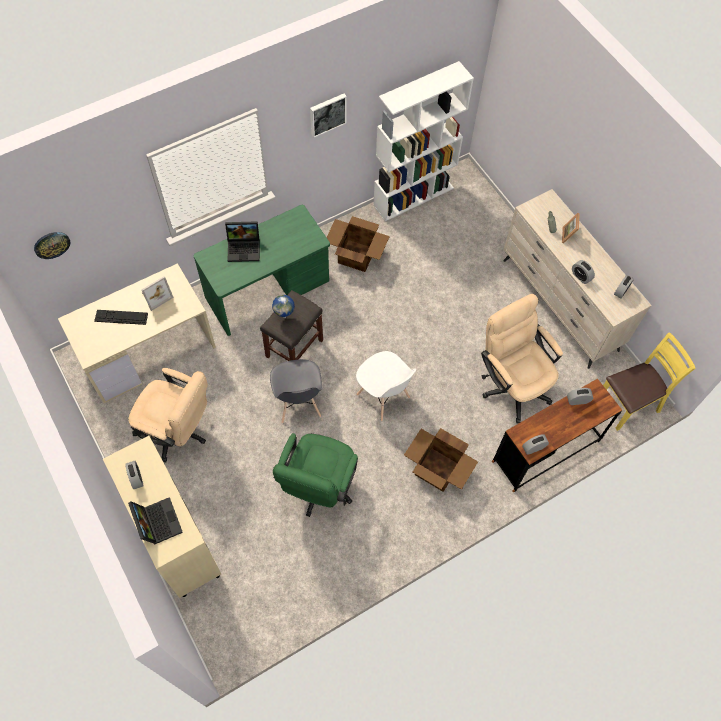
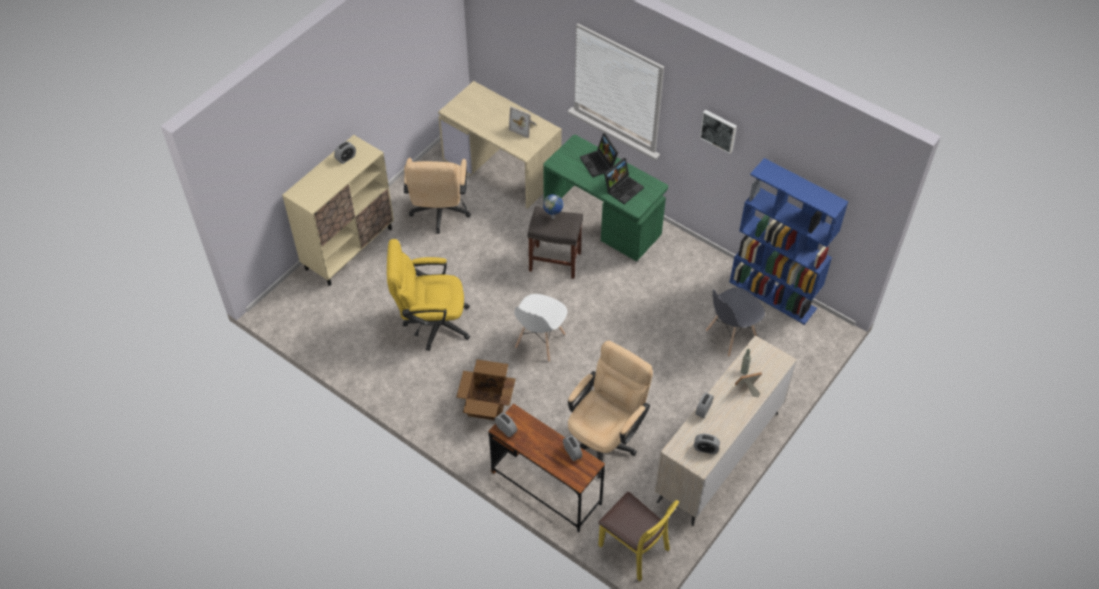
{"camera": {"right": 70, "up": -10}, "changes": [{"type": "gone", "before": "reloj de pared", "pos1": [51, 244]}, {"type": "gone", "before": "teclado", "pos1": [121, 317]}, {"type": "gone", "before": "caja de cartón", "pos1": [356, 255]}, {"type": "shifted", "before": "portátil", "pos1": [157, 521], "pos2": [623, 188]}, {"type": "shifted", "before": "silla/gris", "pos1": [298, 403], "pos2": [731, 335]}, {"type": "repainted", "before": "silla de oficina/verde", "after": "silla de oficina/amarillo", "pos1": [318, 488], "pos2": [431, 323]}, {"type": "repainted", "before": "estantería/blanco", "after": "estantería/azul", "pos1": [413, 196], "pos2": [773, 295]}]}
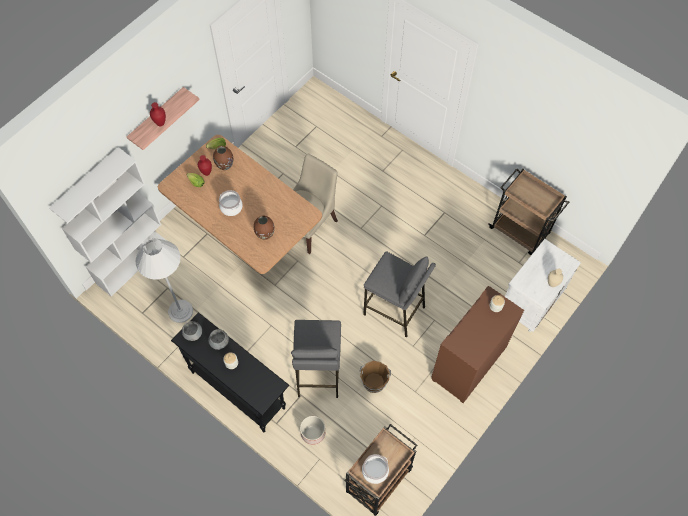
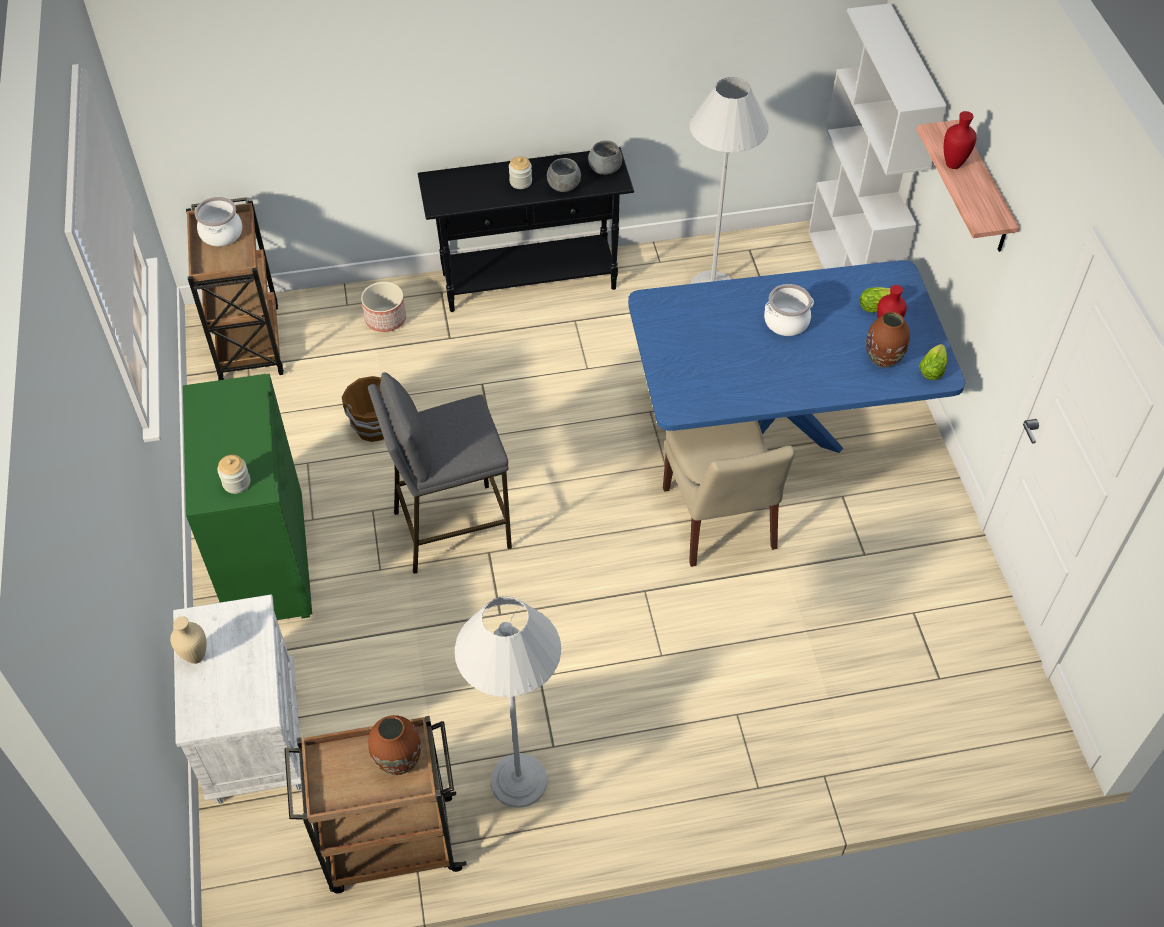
{"camera": {"right": 130, "up": -10}, "changes": [{"type": "gone", "before": "taburete/gris", "pos1": [318, 373]}, {"type": "new", "after": "lámpara de pie/blanco", "pos2": [518, 781]}, {"type": "shifted", "before": "florero/marrón", "pos1": [265, 234], "pos2": [397, 760]}, {"type": "repainted", "before": "mesa de comedor/marrón", "after": "mesa de comedor/azul", "pos1": [246, 235], "pos2": [776, 430]}, {"type": "repainted", "before": "armario/marrón", "after": "armario/verde", "pos1": [469, 364], "pos2": [265, 559]}]}
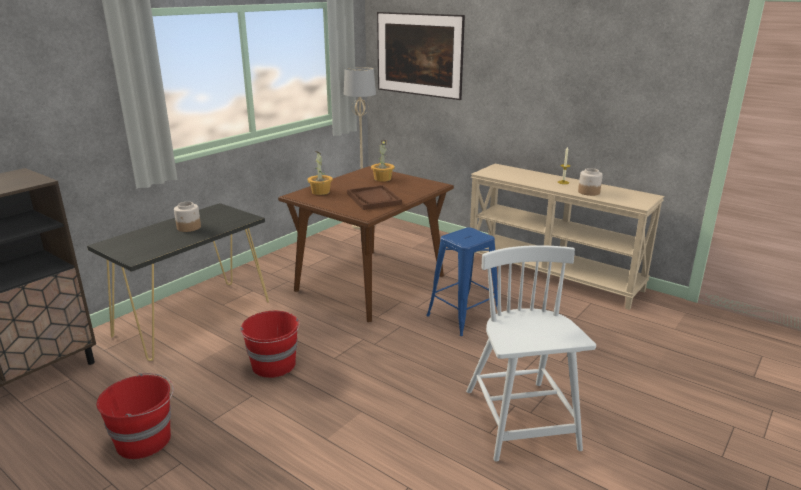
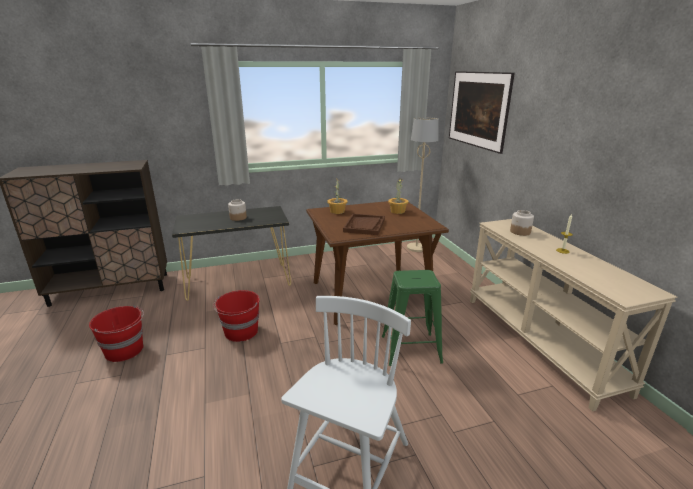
{"camera": {"right": 35, "up": 0}, "changes": [{"type": "shifted", "before": "tarro", "pos1": [588, 192], "pos2": [520, 232]}, {"type": "repainted", "before": "taburete/azul", "after": "taburete/verde", "pos1": [463, 316], "pos2": [411, 349]}]}
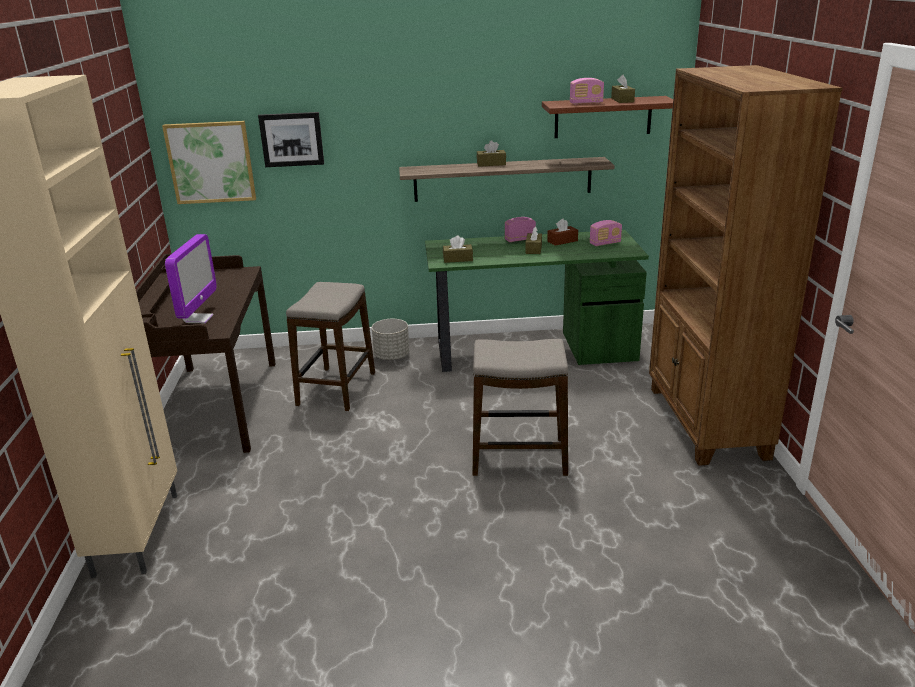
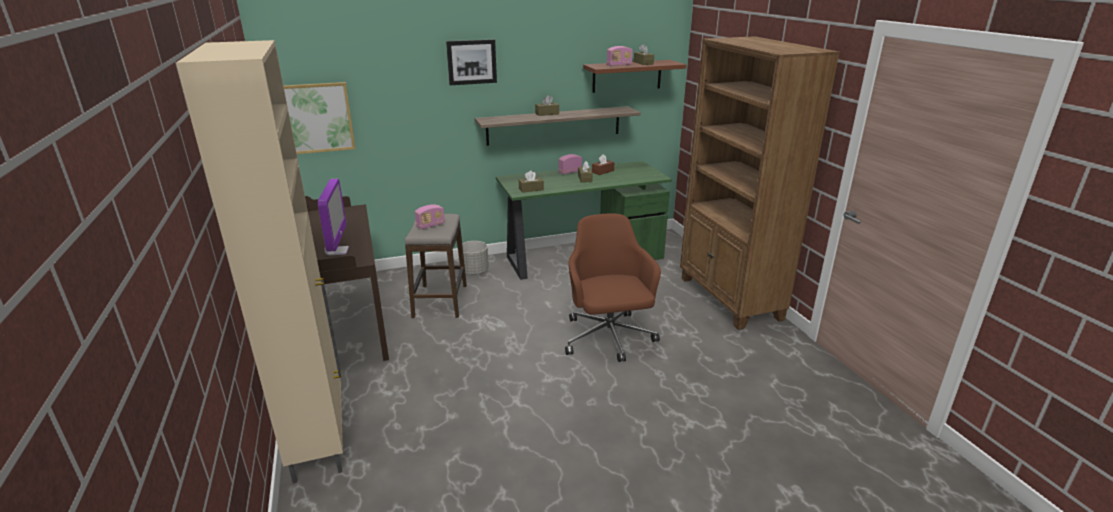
{"camera": {"right": -15, "up": 0}, "changes": [{"type": "shifted", "before": "cuadro", "pos1": [292, 139], "pos2": [471, 62]}, {"type": "shifted", "before": "radio", "pos1": [605, 243], "pos2": [430, 225]}, {"type": "swapped", "before": "taburete", "after": "silla de oficina/marrón", "pos1": [518, 457], "pos2": [608, 338]}]}
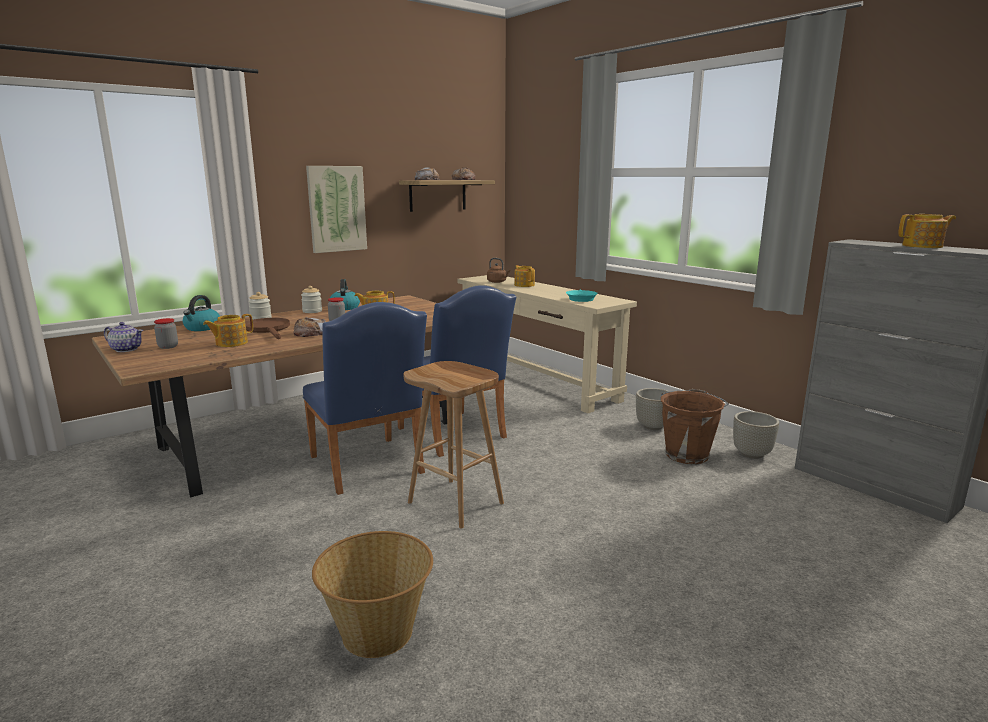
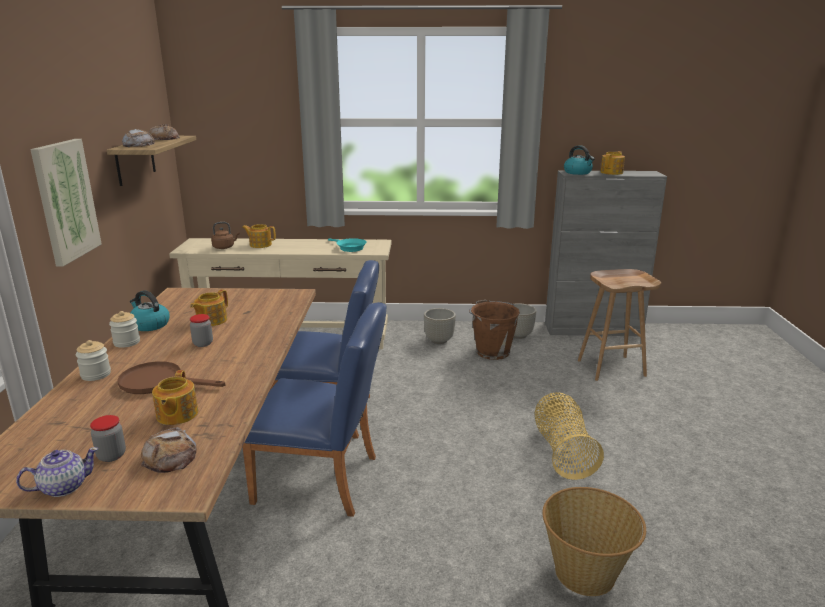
{"camera": {"right": -50, "up": 5}, "changes": [{"type": "new", "after": "cesta", "pos2": [563, 452]}, {"type": "shifted", "before": "hervidor", "pos1": [202, 328], "pos2": [578, 172]}, {"type": "shifted", "before": "pan", "pos1": [310, 333], "pos2": [170, 457]}, {"type": "shifted", "before": "taburete/marrón", "pos1": [457, 503], "pos2": [611, 367]}]}
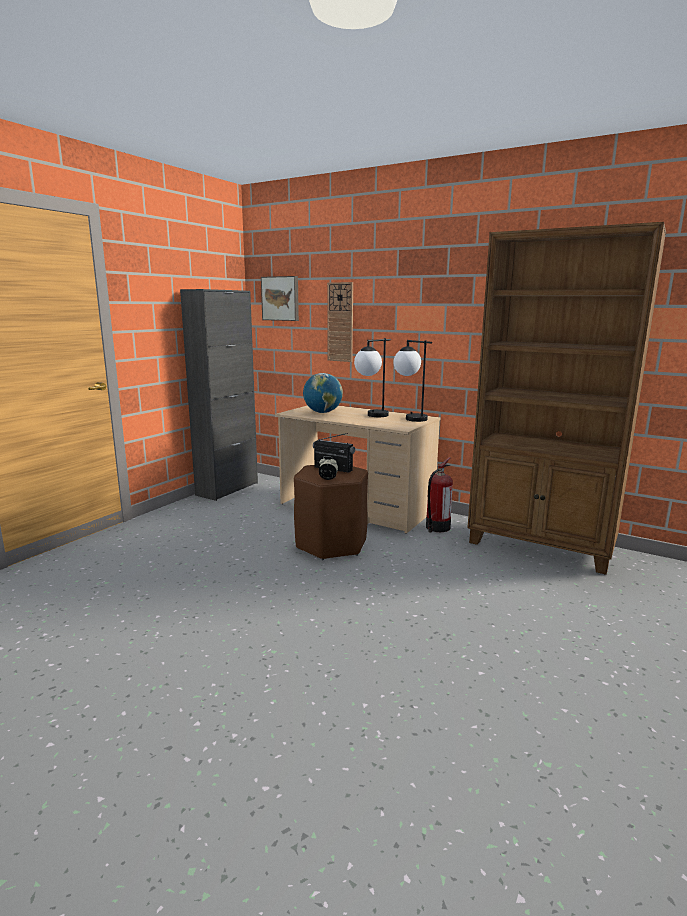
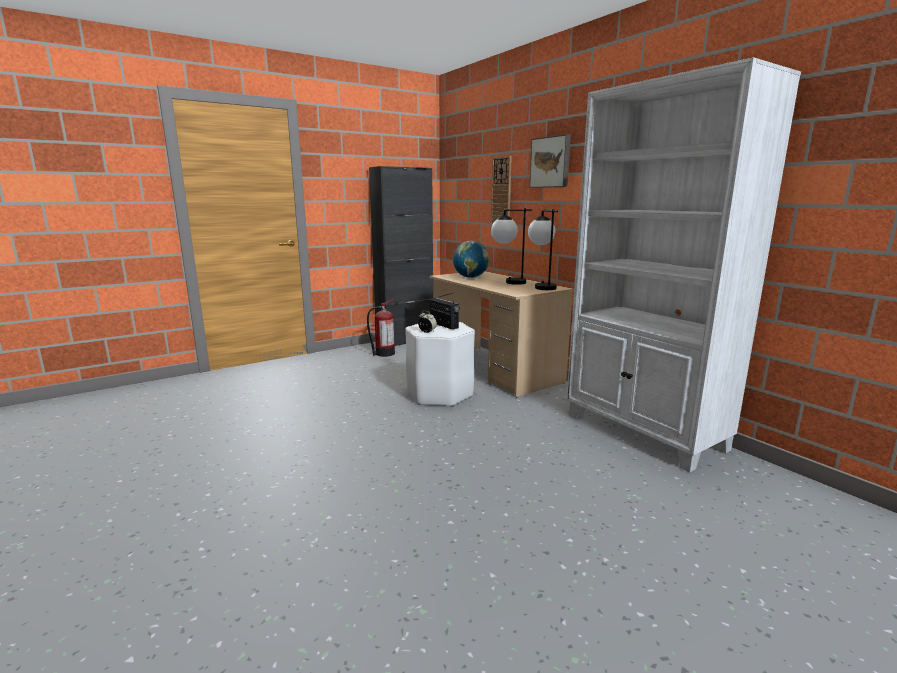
{"camera": {"right": 25, "up": 0}, "changes": [{"type": "shifted", "before": "cuadro", "pos1": [281, 298], "pos2": [551, 162]}, {"type": "shifted", "before": "extintor", "pos1": [437, 528], "pos2": [383, 353]}, {"type": "repainted", "before": "taburete/marrón", "after": "taburete/blanco", "pos1": [331, 544], "pos2": [439, 394]}, {"type": "repainted", "before": "estantería/marrón", "after": "estantería/blanco", "pos1": [541, 546], "pos2": [644, 432]}]}
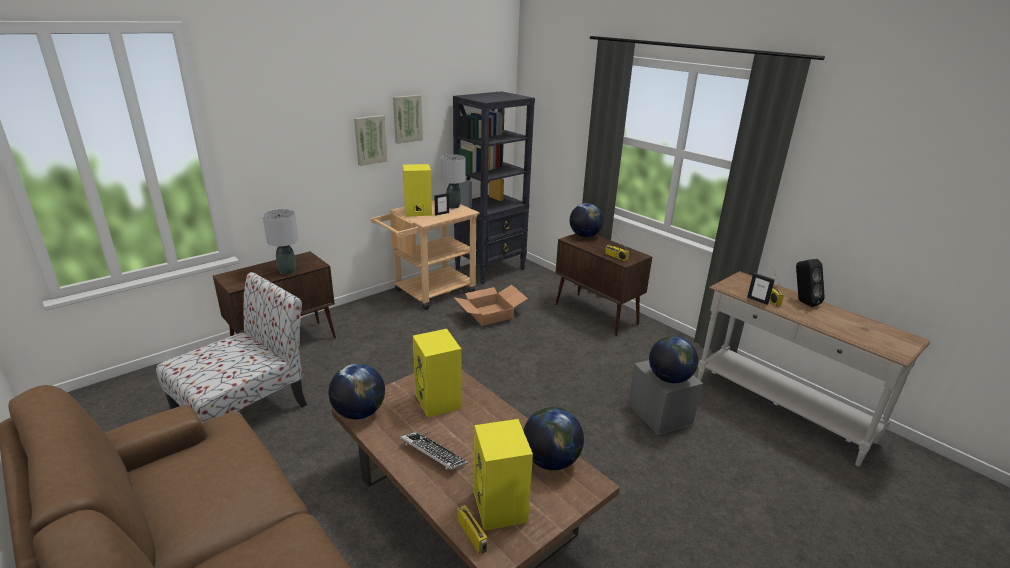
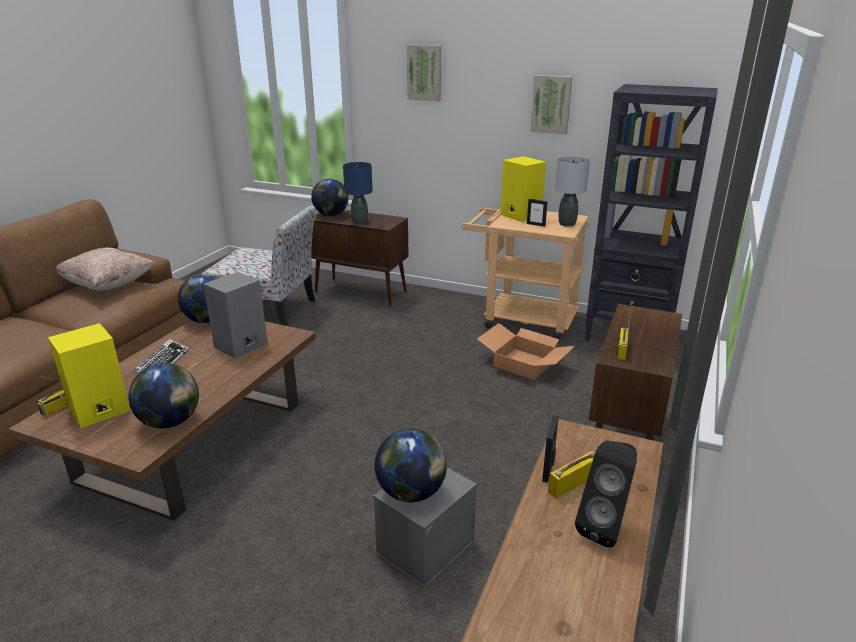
{"camera": {"right": 65, "up": 0}, "changes": [{"type": "new", "after": "cojín/beis", "pos2": [108, 285]}, {"type": "shifted", "before": "cuadro", "pos1": [370, 140], "pos2": [424, 72]}, {"type": "shifted", "before": "globo terráqueo", "pos1": [584, 236], "pos2": [331, 215]}, {"type": "repainted", "before": "lámpara de mesa/gris", "after": "lámpara de mesa/azul", "pos1": [287, 271], "pos2": [359, 222]}, {"type": "repainted", "before": "altavoz/amarillo", "after": "altavoz/gris", "pos1": [439, 401], "pos2": [240, 346]}]}
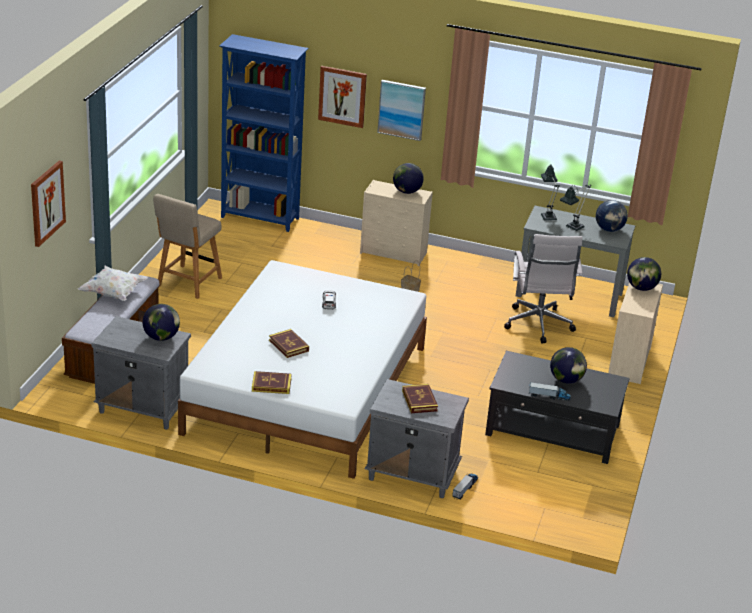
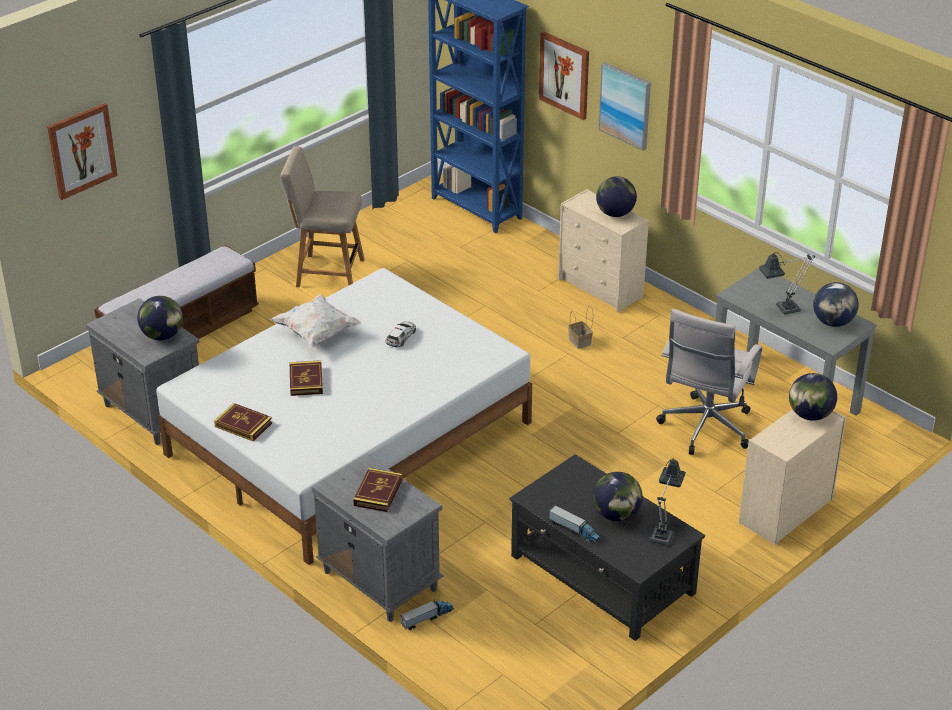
{"camera": {"right": 30, "up": 5}, "changes": [{"type": "shifted", "before": "cojín/blanco", "pos1": [113, 293], "pos2": [317, 333]}, {"type": "shifted", "before": "lámpara de mesa", "pos1": [547, 215], "pos2": [663, 533]}, {"type": "rotated", "before": "silla/beis", "pos1": [187, 283], "pos2": [326, 272], "turn": 45}]}
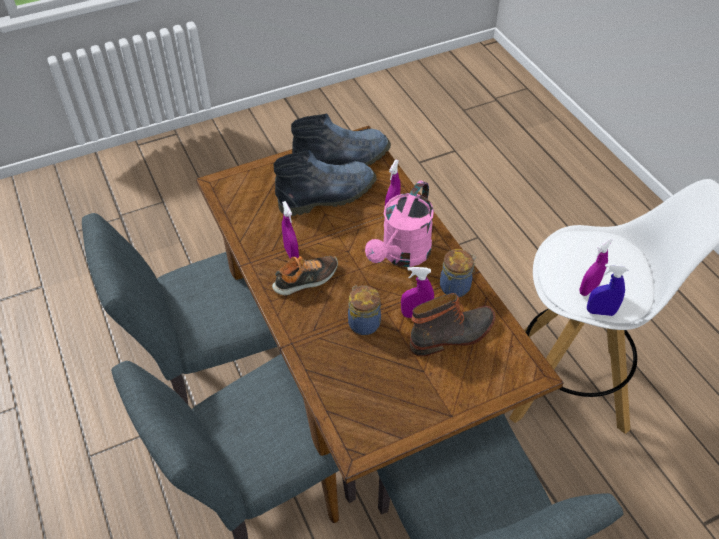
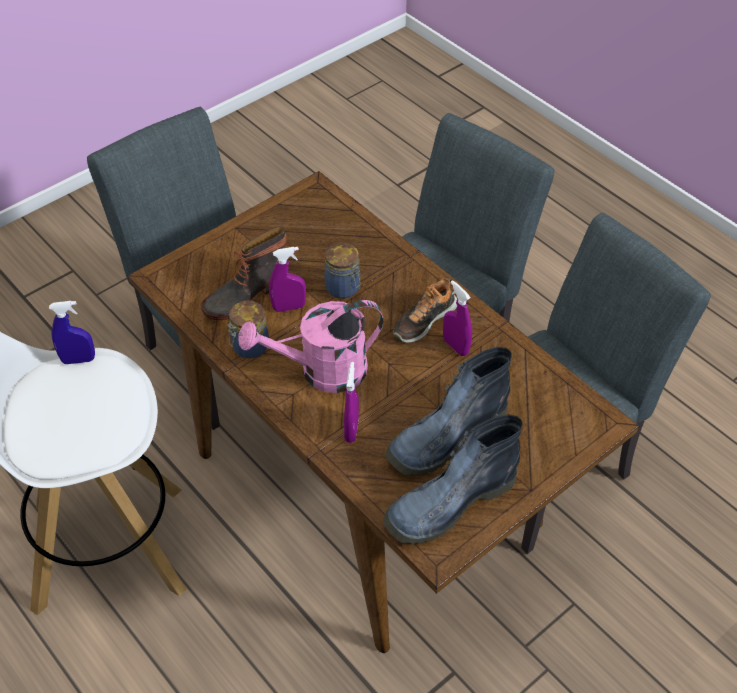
{"camera": {"right": 165, "up": 0}, "changes": [{"type": "gone", "before": "pulverizador/morado", "pos1": [589, 289]}, {"type": "rotated", "before": "regadera/rosa", "pos1": [402, 255], "pos2": [321, 372], "turn": -120}]}
